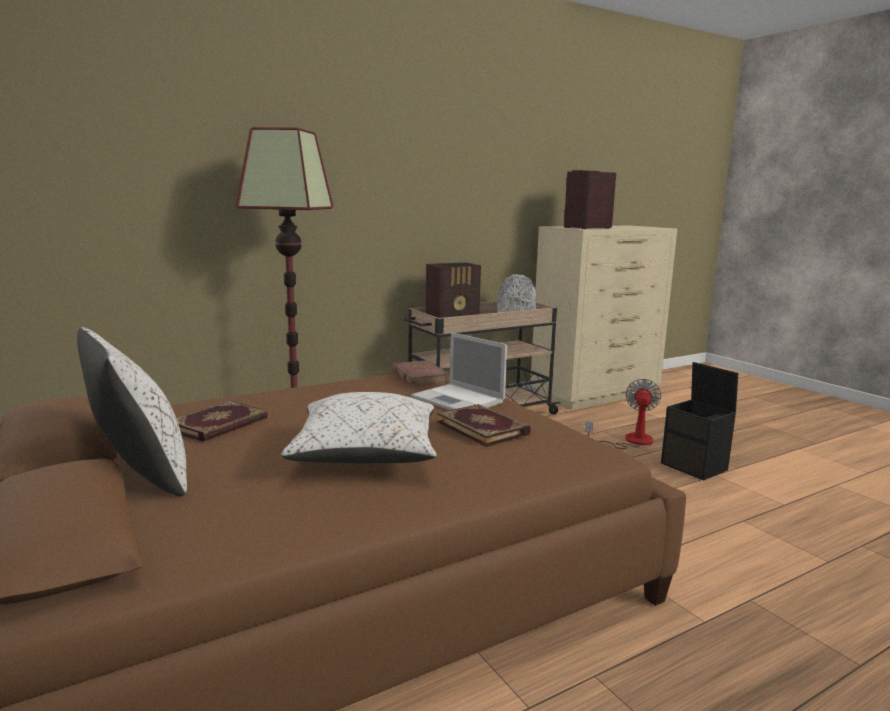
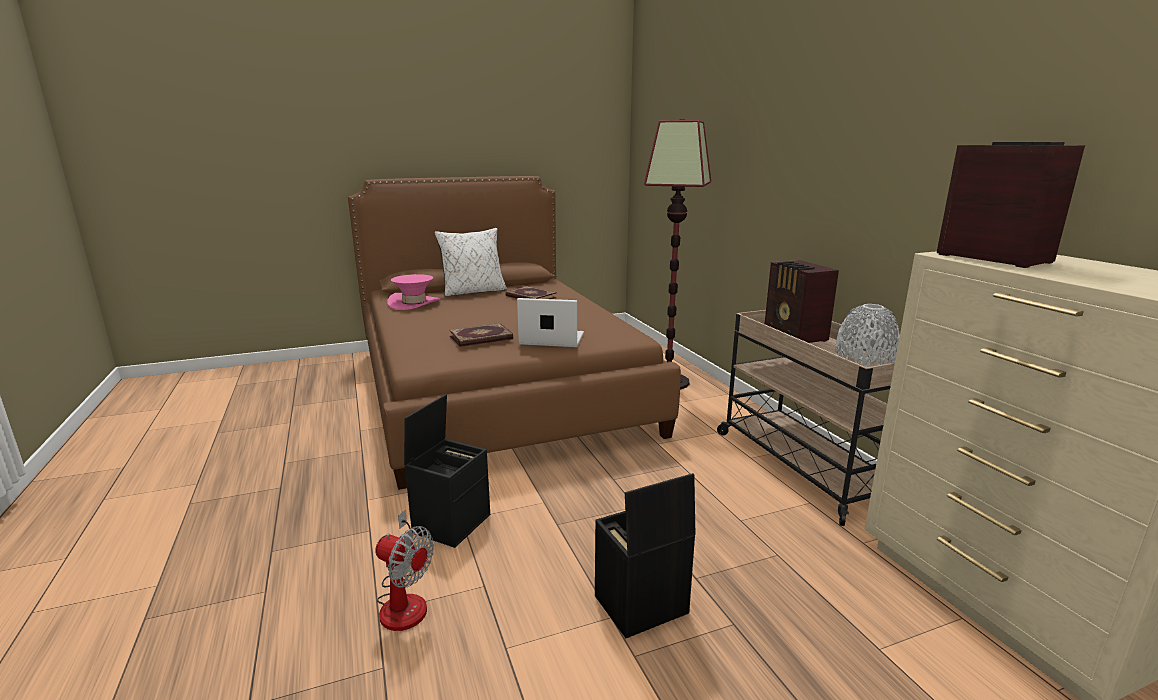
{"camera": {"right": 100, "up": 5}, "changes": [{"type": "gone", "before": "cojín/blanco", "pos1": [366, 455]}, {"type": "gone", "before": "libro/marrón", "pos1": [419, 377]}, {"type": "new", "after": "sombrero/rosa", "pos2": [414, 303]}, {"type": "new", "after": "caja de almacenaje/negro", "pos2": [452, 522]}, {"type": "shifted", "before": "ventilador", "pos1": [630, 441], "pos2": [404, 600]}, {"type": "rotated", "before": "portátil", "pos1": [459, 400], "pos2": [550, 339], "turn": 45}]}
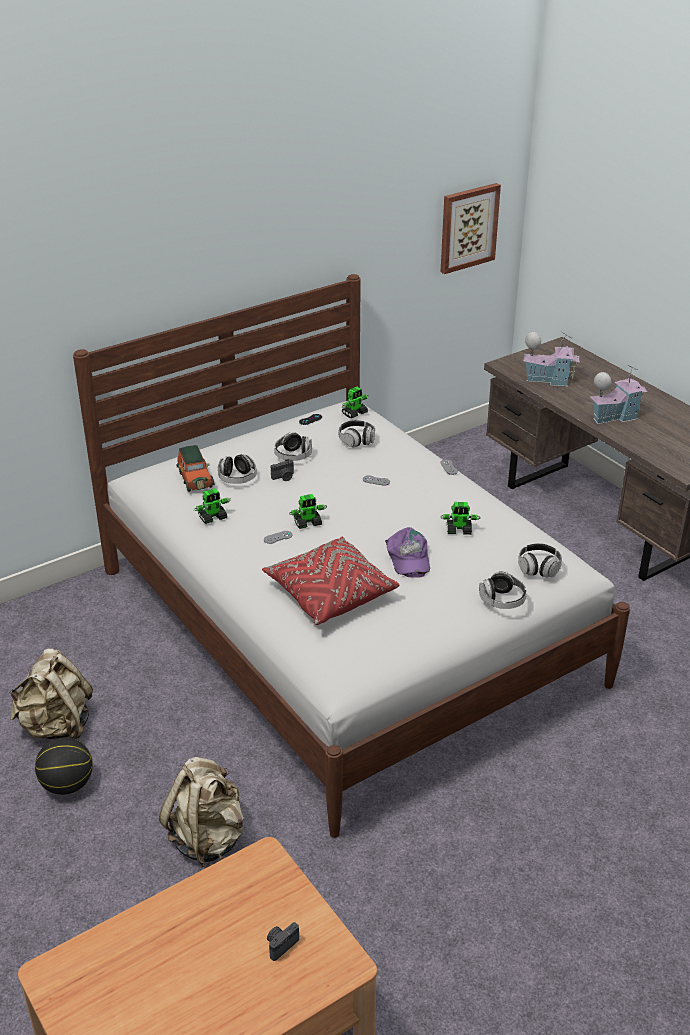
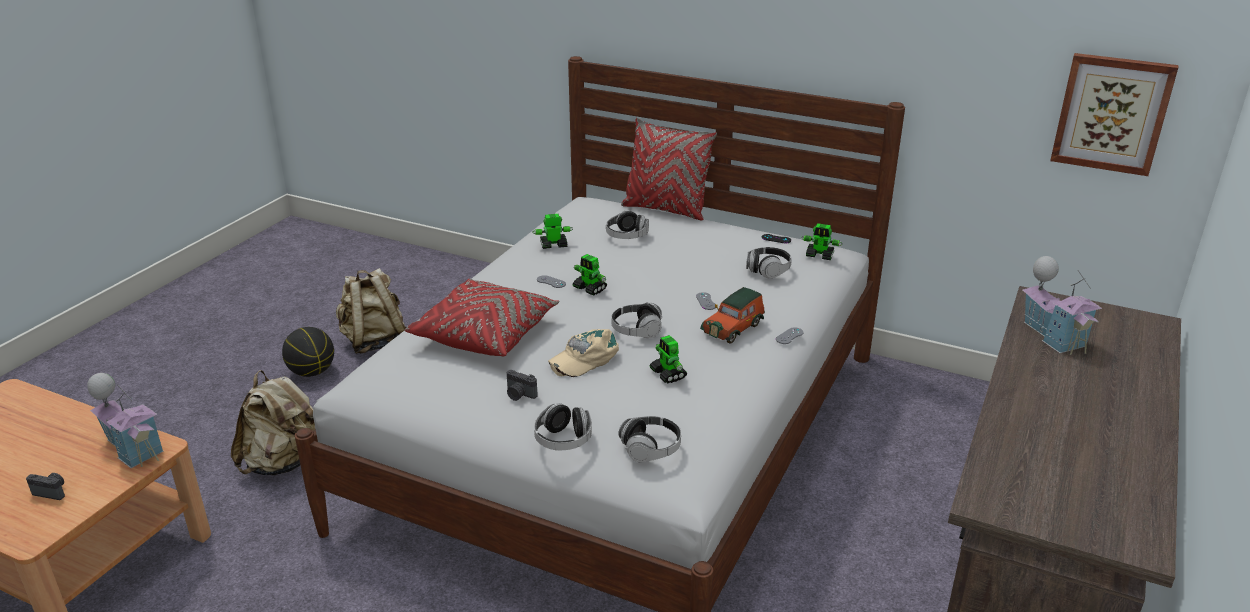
{"camera": {"right": 60, "up": -5}, "changes": [{"type": "new", "after": "cojín/rojo", "pos2": [666, 209]}, {"type": "shifted", "before": "coche de juguete", "pos1": [195, 478], "pos2": [734, 328]}, {"type": "shifted", "before": "cámara", "pos1": [284, 477], "pos2": [519, 395]}, {"type": "shifted", "before": "auriculares", "pos1": [293, 456], "pos2": [636, 331]}, {"type": "shifted", "before": "casita", "pos1": [614, 416], "pos2": [133, 448]}, {"type": "repainted", "before": "gorra/morado", "after": "gorra/beis", "pos1": [408, 558], "pos2": [584, 358]}, {"type": "rotated", "before": "robot de juguete", "pos1": [213, 517], "pos2": [553, 245], "turn": 135}]}
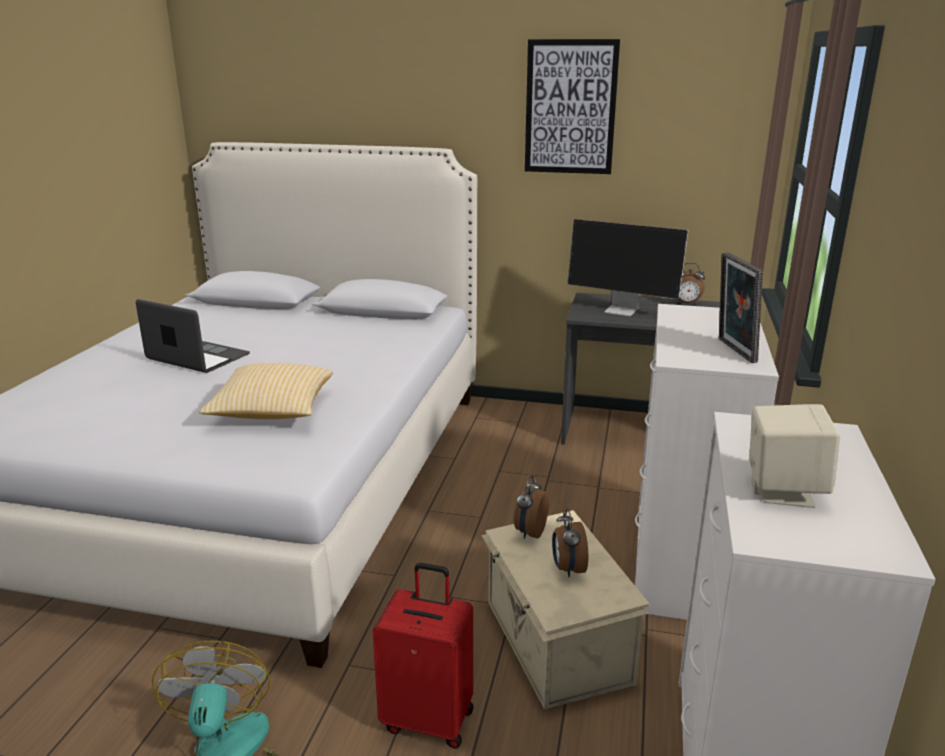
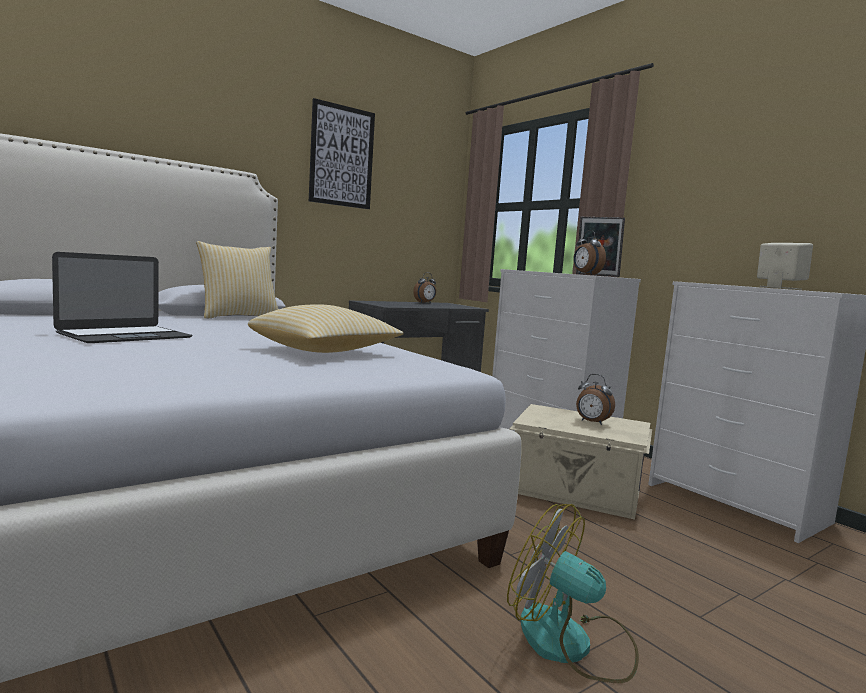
{"camera": {"right": -50, "up": -15}, "changes": [{"type": "gone", "before": "maleta/rojo", "pos1": [429, 718]}, {"type": "gone", "before": "monitor", "pos1": [623, 310]}, {"type": "new", "after": "cojín", "pos2": [238, 317]}, {"type": "shifted", "before": "despertador", "pos1": [529, 532], "pos2": [586, 274]}, {"type": "rotated", "before": "portátil", "pos1": [197, 357], "pos2": [125, 335], "turn": 150}]}
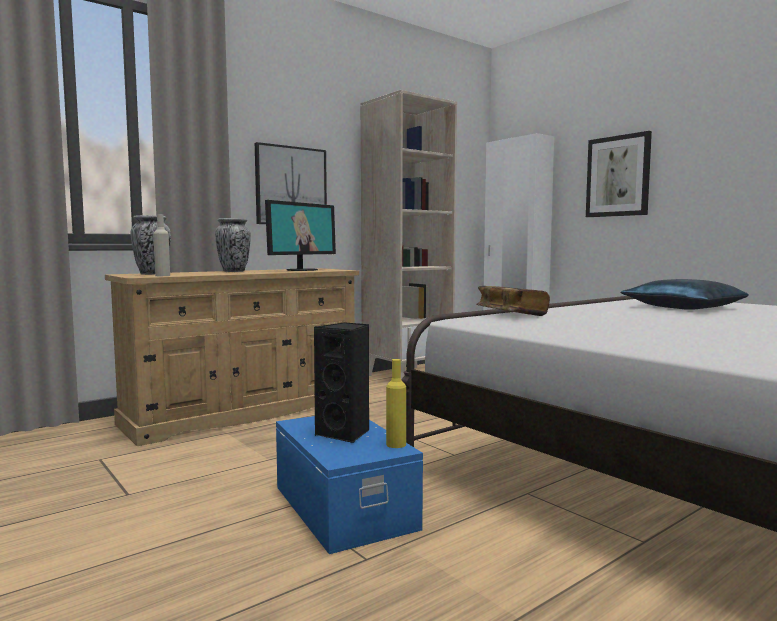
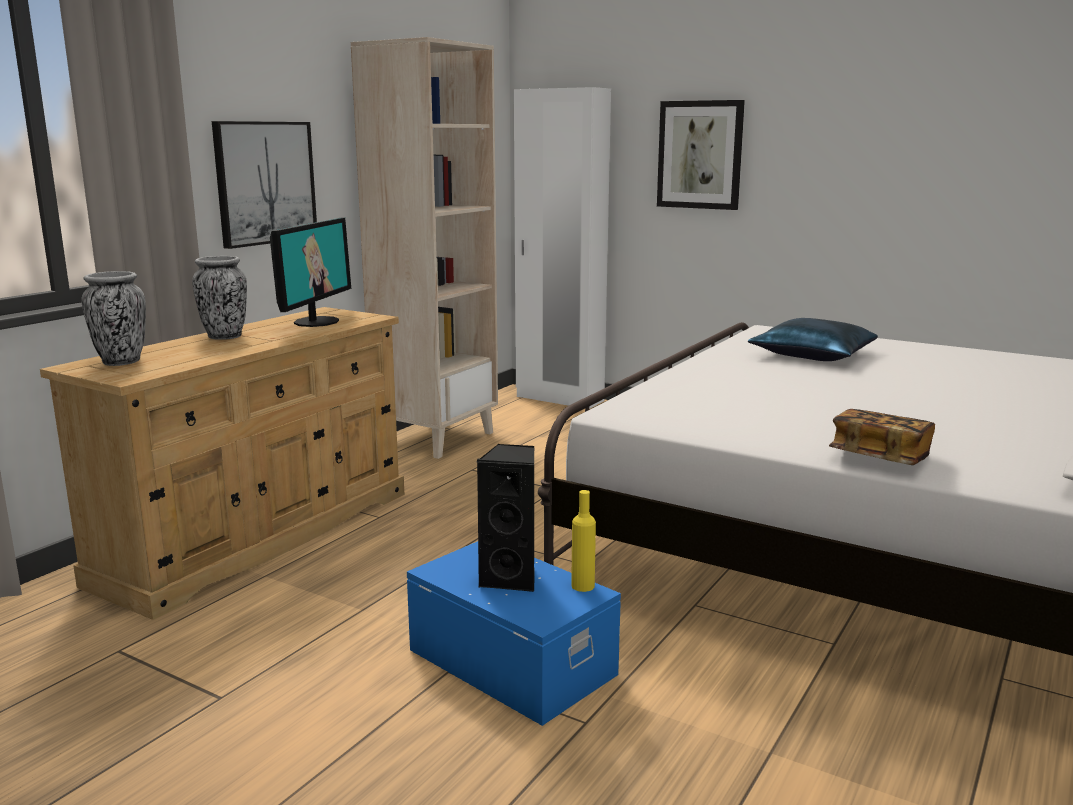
{"camera": {"right": -20, "up": 10}, "changes": [{"type": "gone", "before": "botella/beis", "pos1": [162, 276]}, {"type": "shifted", "before": "libro", "pos1": [511, 315], "pos2": [879, 457]}]}
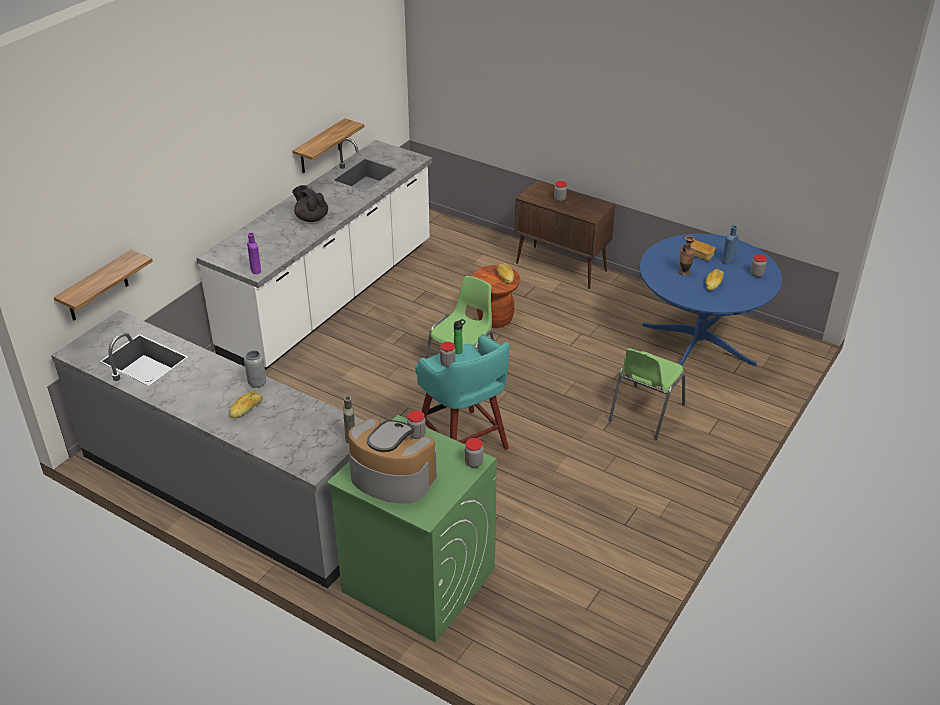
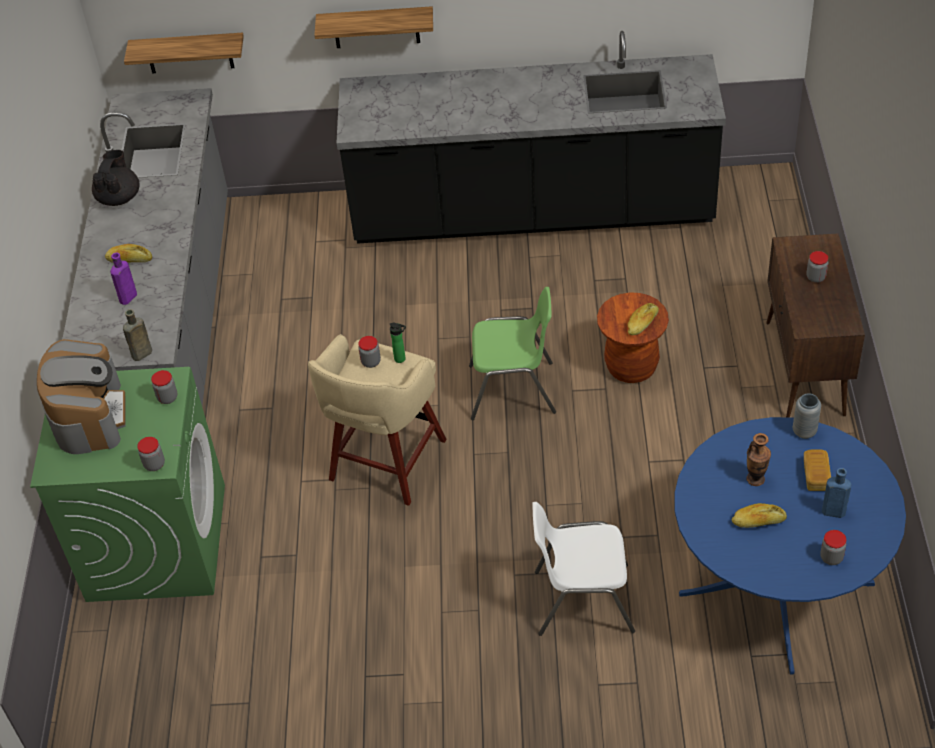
{"camera": {"right": 60, "up": 10}, "changes": [{"type": "shifted", "before": "florero/gris", "pos1": [257, 383], "pos2": [804, 431]}, {"type": "shifted", "before": "botella/morado", "pos1": [256, 270], "pos2": [127, 298]}, {"type": "shifted", "before": "estante", "pos1": [320, 147], "pos2": [376, 27]}, {"type": "shifted", "before": "tetera/negro", "pos1": [311, 218], "pos2": [119, 197]}, {"type": "repainted", "before": "mueble bajo de cocina/blanco", "after": "mueble bajo de cocina/negro", "pos1": [331, 298], "pos2": [532, 214]}, {"type": "repainted", "before": "taburete/turquesa", "after": "taburete/beis", "pos1": [463, 443], "pos2": [385, 462]}, {"type": "repainted", "before": "silla/verde", "after": "silla/blanco", "pos1": [645, 413], "pos2": [581, 600]}]}
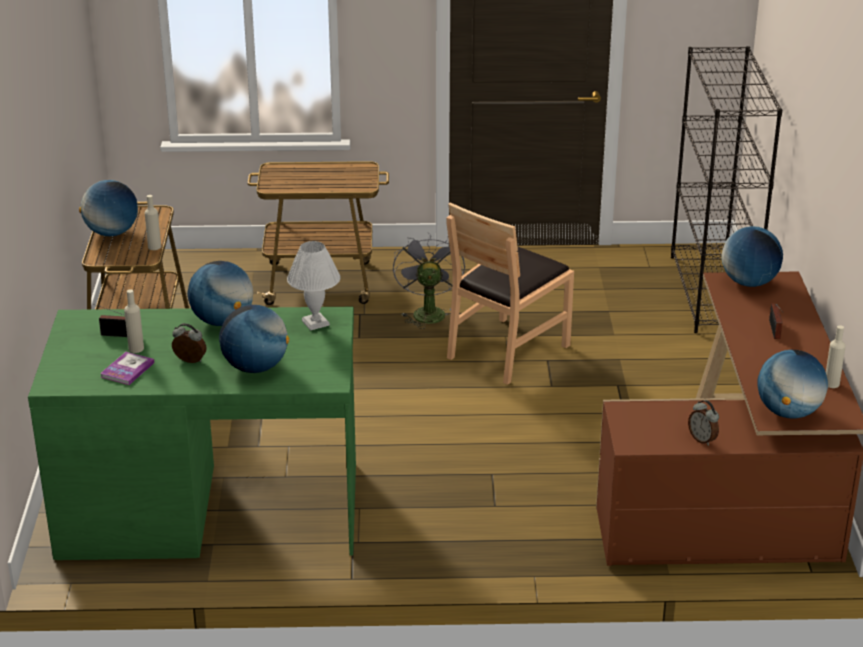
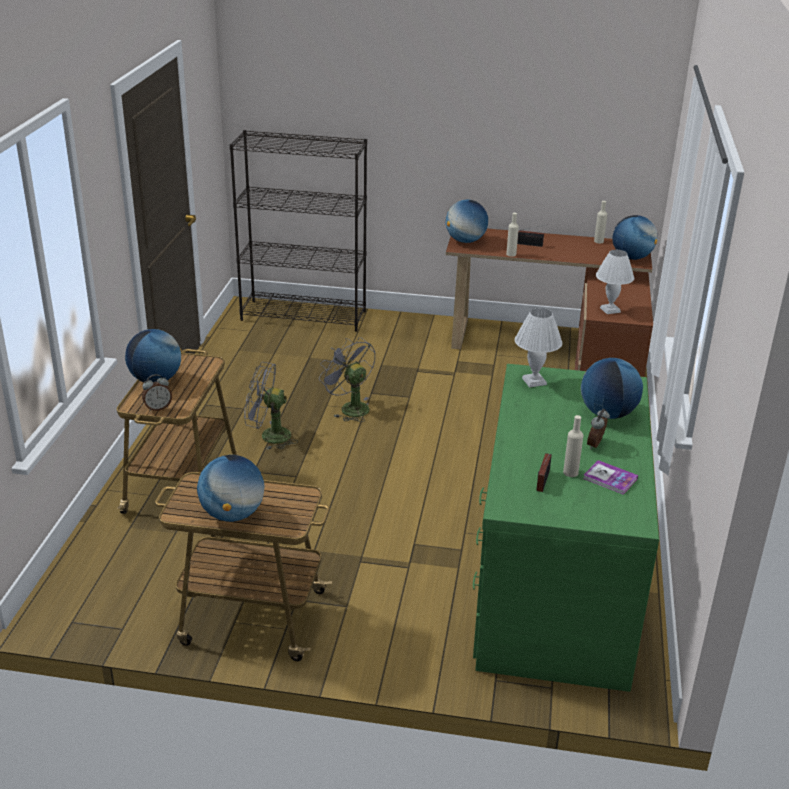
{"camera": {"right": -80, "up": 0}, "changes": [{"type": "new", "after": "lámpara de mesa/blanco", "pos2": [610, 310]}, {"type": "shifted", "before": "botella/beis", "pos1": [154, 247], "pos2": [511, 254]}, {"type": "shifted", "before": "globo terráqueo", "pos1": [222, 321], "pos2": [156, 380]}, {"type": "shifted", "before": "despertador", "pos1": [702, 439], "pos2": [158, 408]}, {"type": "swapped", "before": "silla/marrón", "after": "ventilador/gris", "pos1": [507, 350], "pos2": [350, 407]}]}
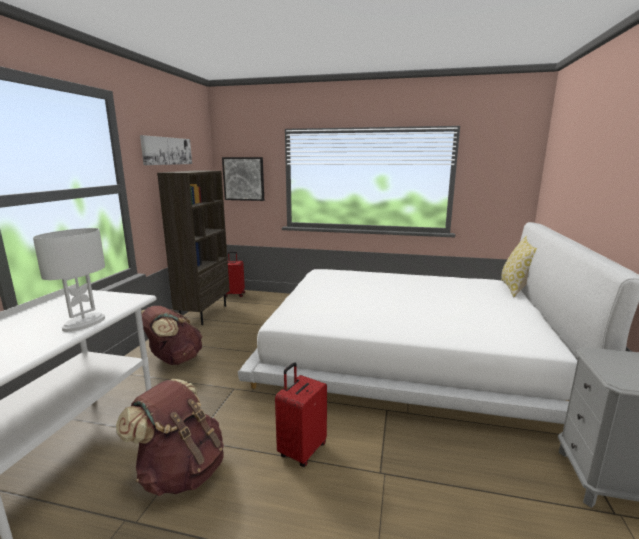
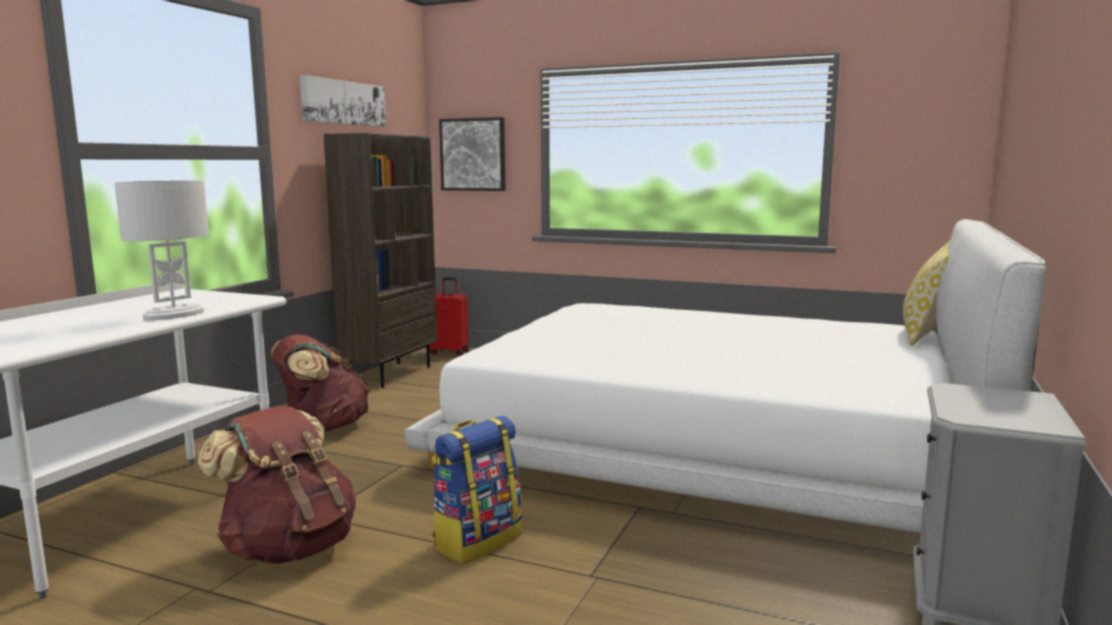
{"camera": {"right": 10, "up": -5}, "changes": [{"type": "swapped", "before": "maleta/rojo", "after": "mochila", "pos1": [301, 450], "pos2": [477, 541]}]}
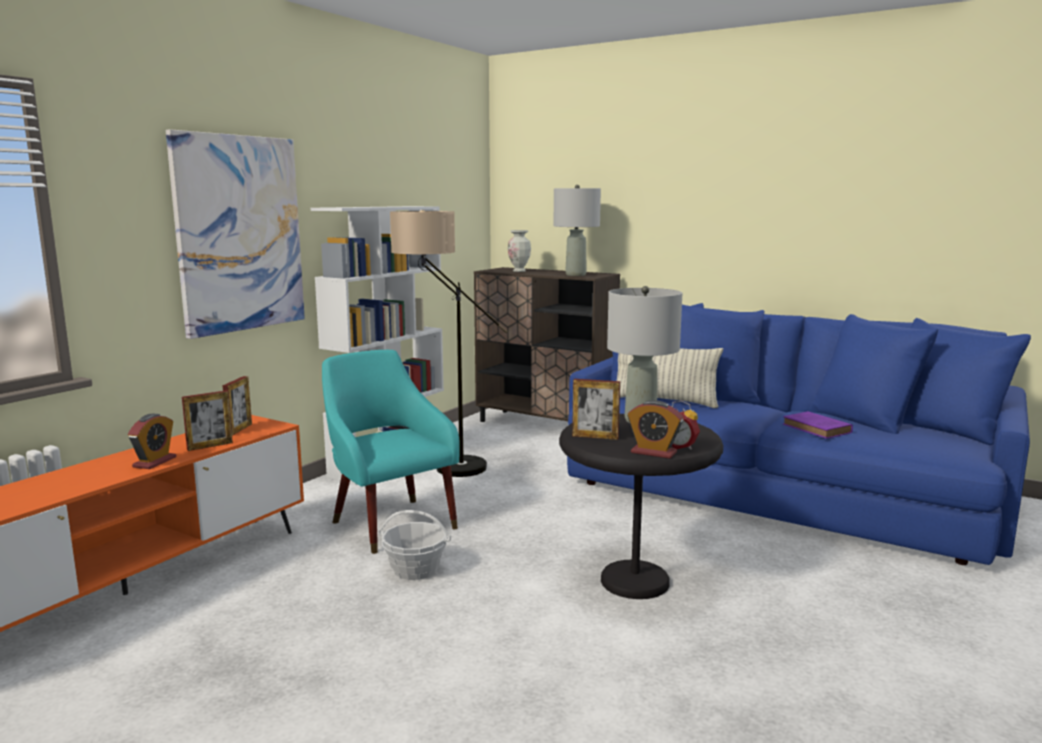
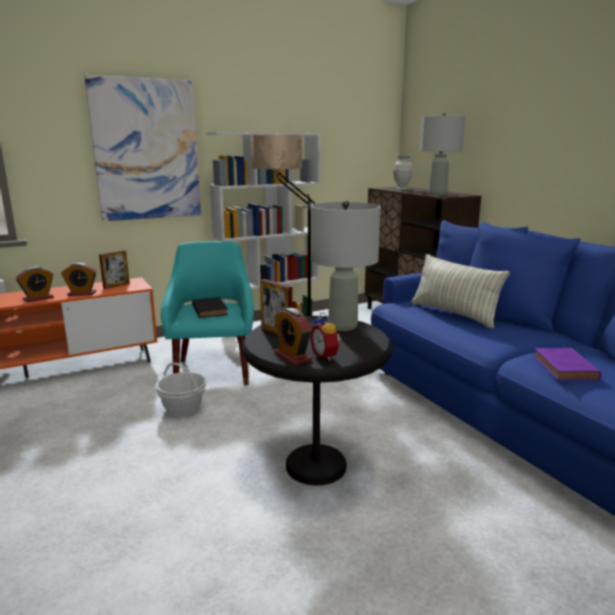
{"camera": {"right": 30, "up": 5}, "changes": [{"type": "new", "after": "libro/negro", "pos2": [209, 310]}, {"type": "swapped", "before": "portarretratos", "after": "despertador", "pos1": [210, 446], "pos2": [82, 293]}]}
